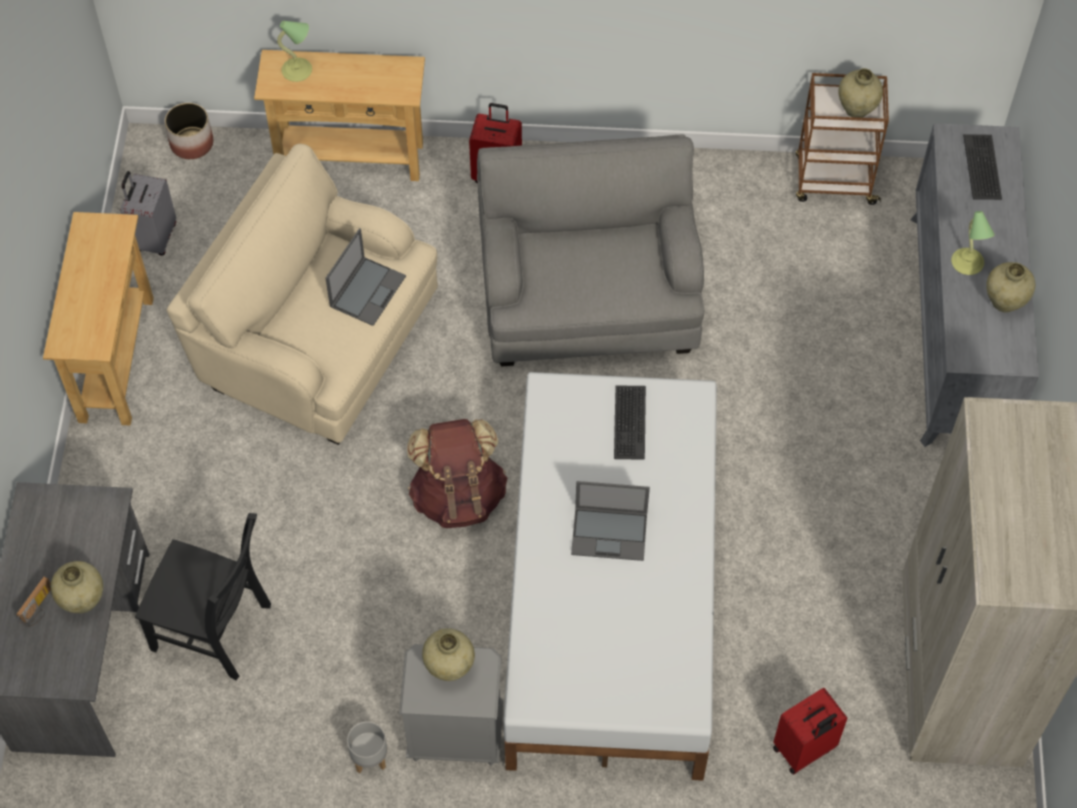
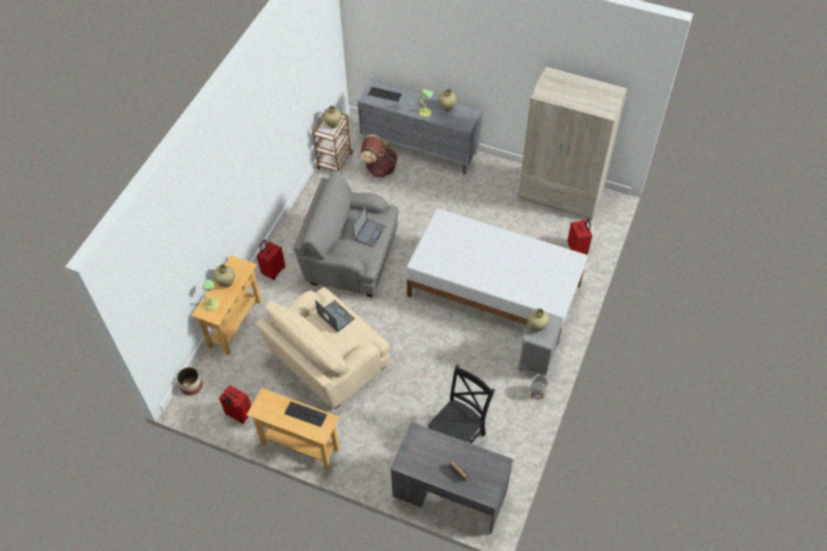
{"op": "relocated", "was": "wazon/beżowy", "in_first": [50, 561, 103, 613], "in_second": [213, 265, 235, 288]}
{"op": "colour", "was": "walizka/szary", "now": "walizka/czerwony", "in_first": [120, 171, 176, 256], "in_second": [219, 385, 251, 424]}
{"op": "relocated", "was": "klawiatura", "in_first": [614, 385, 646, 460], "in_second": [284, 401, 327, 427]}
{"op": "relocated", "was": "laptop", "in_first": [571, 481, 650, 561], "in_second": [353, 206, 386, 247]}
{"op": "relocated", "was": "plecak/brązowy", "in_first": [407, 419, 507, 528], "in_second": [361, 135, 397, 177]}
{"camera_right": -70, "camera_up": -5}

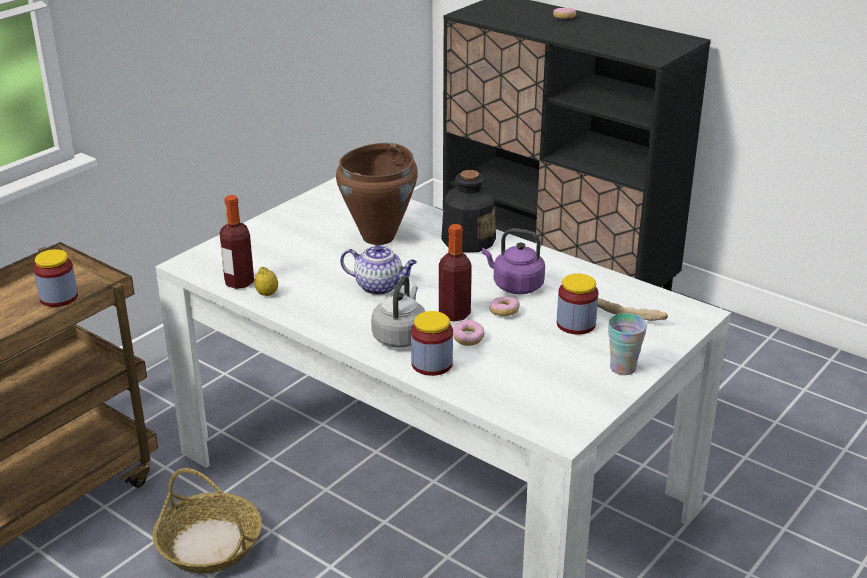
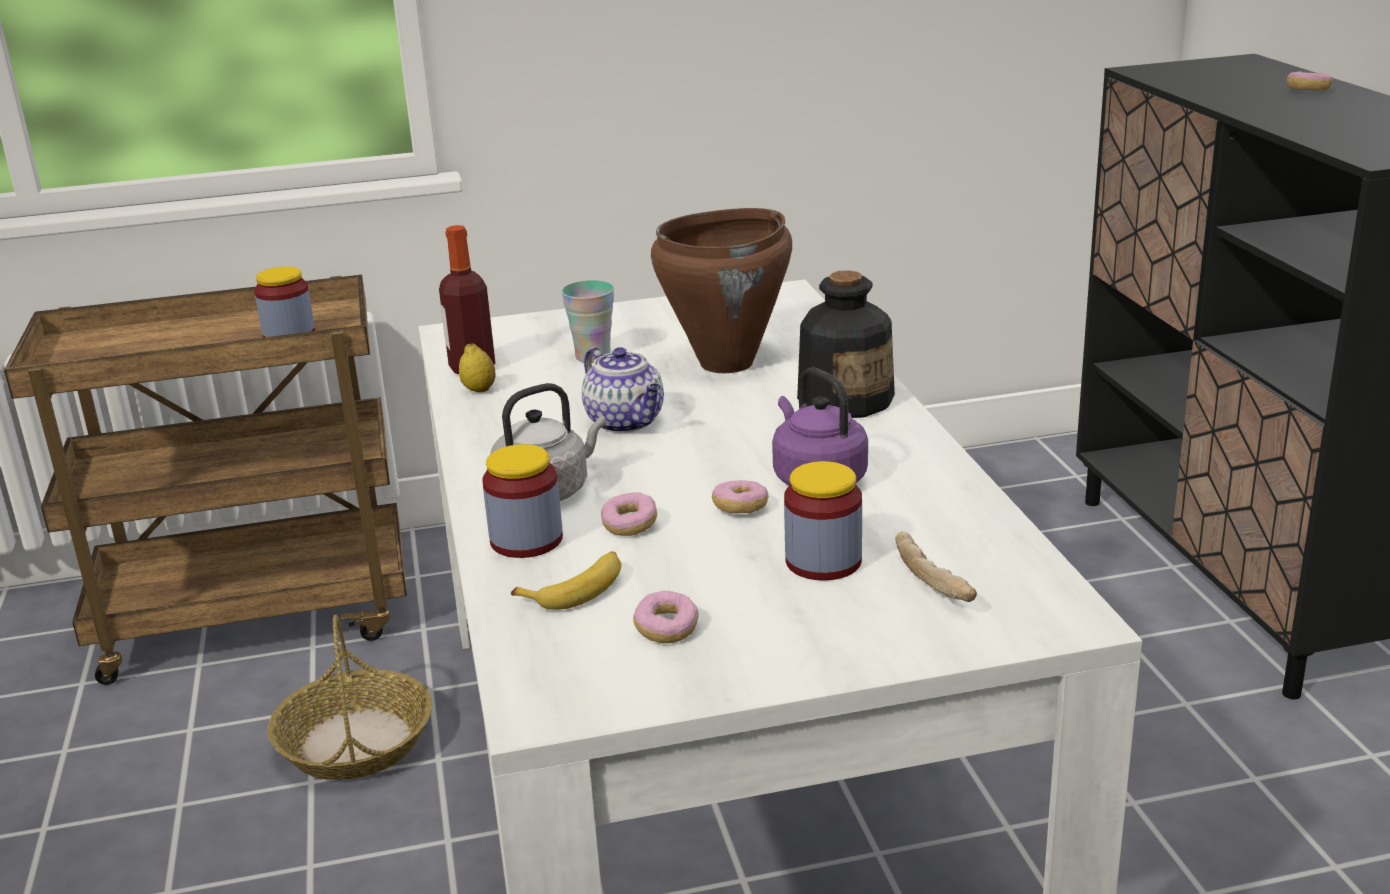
{"op": "appeared", "now": "banan", "in_second": [511, 552, 621, 610]}
{"op": "relocated", "was": "filiżanka", "in_first": [608, 313, 647, 375], "in_second": [562, 280, 614, 363]}
{"op": "appeared", "now": "donut", "in_second": [633, 591, 698, 643]}
{"op": "missing", "was": "butelka", "in_first": [439, 224, 472, 322]}
{"camera_right": 40, "camera_up": -5}

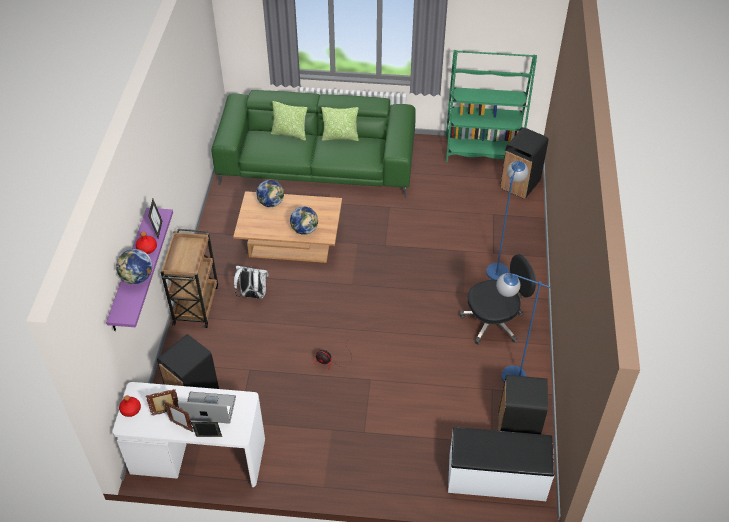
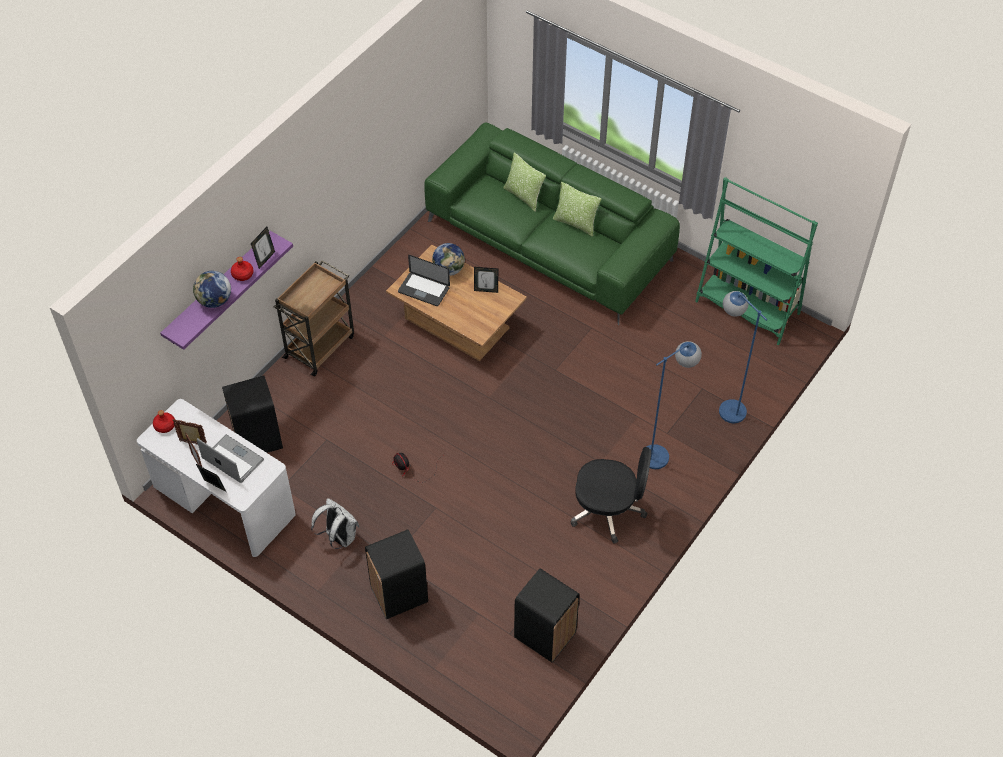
{"op": "relocated", "was": "plecak/biały", "in_first": [234, 266, 269, 299], "in_second": [311, 498, 359, 549]}
{"op": "relocated", "was": "kosz na śmieci/czarny", "in_first": [500, 127, 548, 199], "in_second": [365, 529, 428, 619]}
{"op": "appeared", "now": "laptop", "in_second": [398, 255, 450, 306]}
{"op": "appeared", "now": "ramka na zdjęcie", "in_second": [474, 267, 498, 293]}
{"op": "relocated", "was": "lampa stojąca/niebieski", "in_first": [496, 273, 550, 383], "in_second": [719, 291, 767, 423]}
{"op": "missing", "was": "globus", "in_first": [290, 206, 318, 235]}
{"op": "missing", "was": "ławka/biały", "in_first": [448, 427, 554, 501]}
{"camera_right": 30, "camera_up": 5}

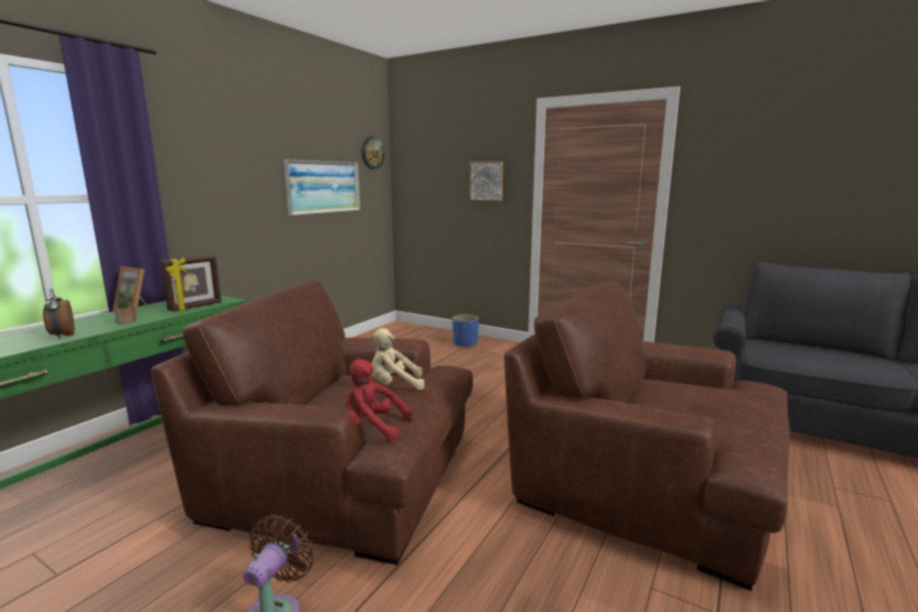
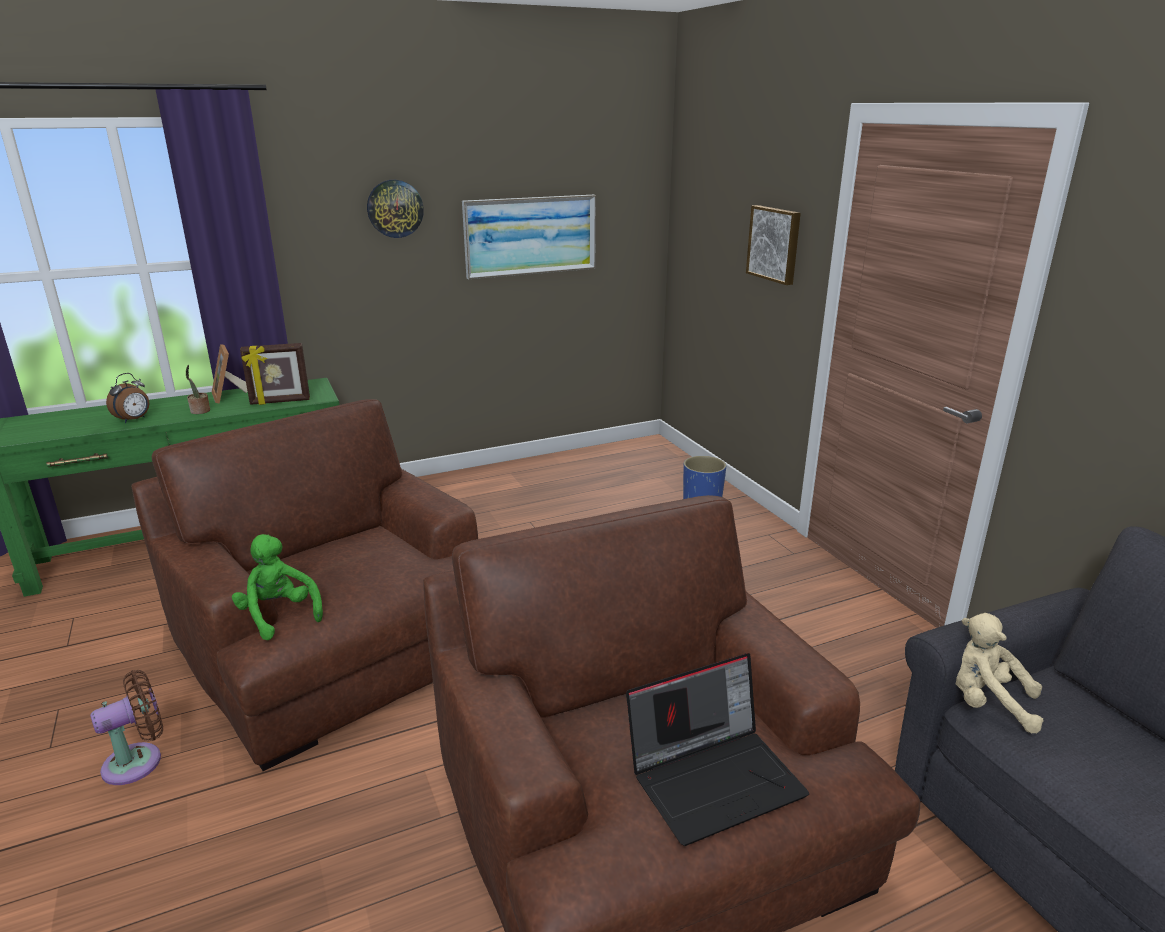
{"op": "spun", "was": "budzik", "in_first": [43, 289, 75, 339], "in_second": [106, 373, 149, 423], "clockwise": -150}
{"op": "colour", "was": "pluszak/czerwony", "now": "pluszak/zielony", "in_first": [346, 359, 413, 441], "in_second": [232, 534, 323, 640]}
{"op": "relocated", "was": "zegar ścienny", "in_first": [362, 136, 384, 169], "in_second": [367, 180, 424, 238]}
{"op": "appeared", "now": "laptop", "in_second": [626, 653, 809, 846]}
{"op": "relocated", "was": "pluszak/beżowy", "in_first": [369, 328, 425, 390], "in_second": [956, 613, 1043, 733]}
{"camera_right": 35, "camera_up": 10}

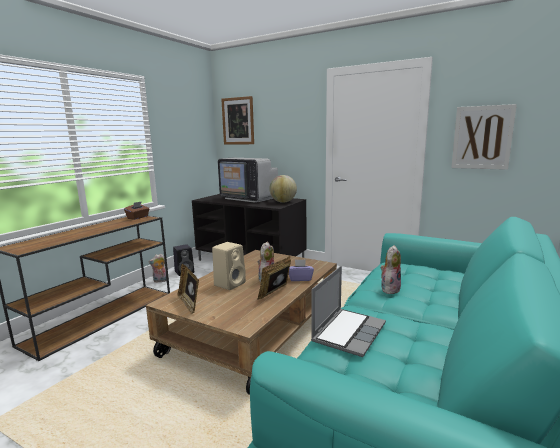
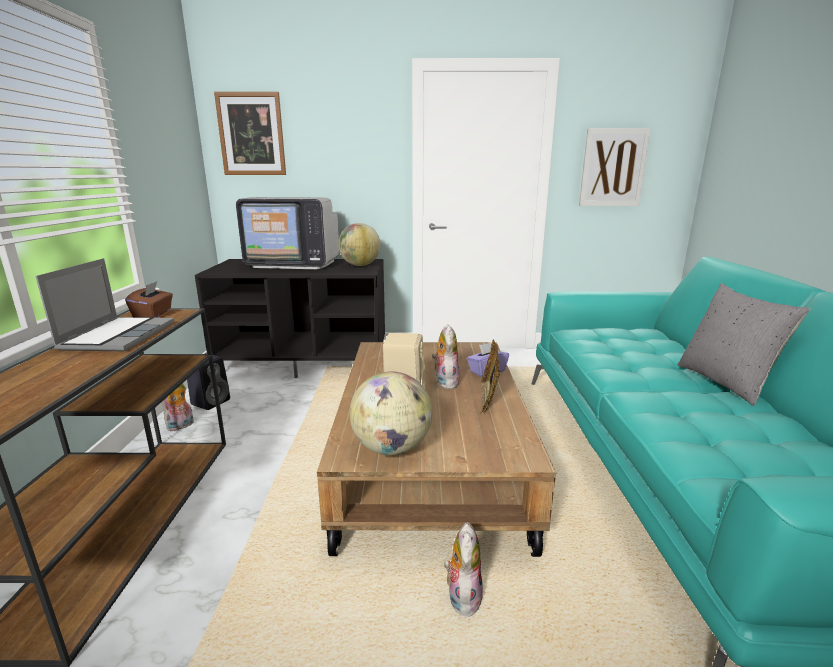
{"op": "relocated", "was": "laptop", "in_first": [311, 266, 386, 357], "in_second": [35, 258, 174, 351]}
{"op": "exchanged", "was": "ramka na zdjęcie", "now": "globus", "in_first": [177, 264, 199, 315], "in_second": [349, 371, 432, 455]}
{"op": "relocated", "was": "pluszak", "in_first": [380, 245, 401, 294], "in_second": [444, 522, 483, 618]}
{"op": "appeared", "now": "poduszka/szary", "in_second": [678, 283, 811, 406]}
{"camera_right": -30, "camera_up": 5}

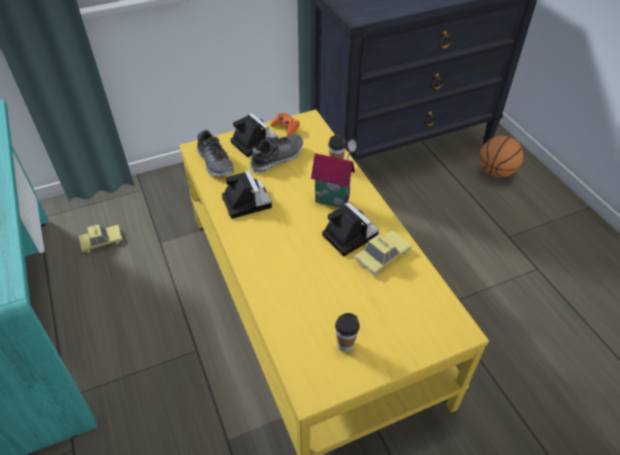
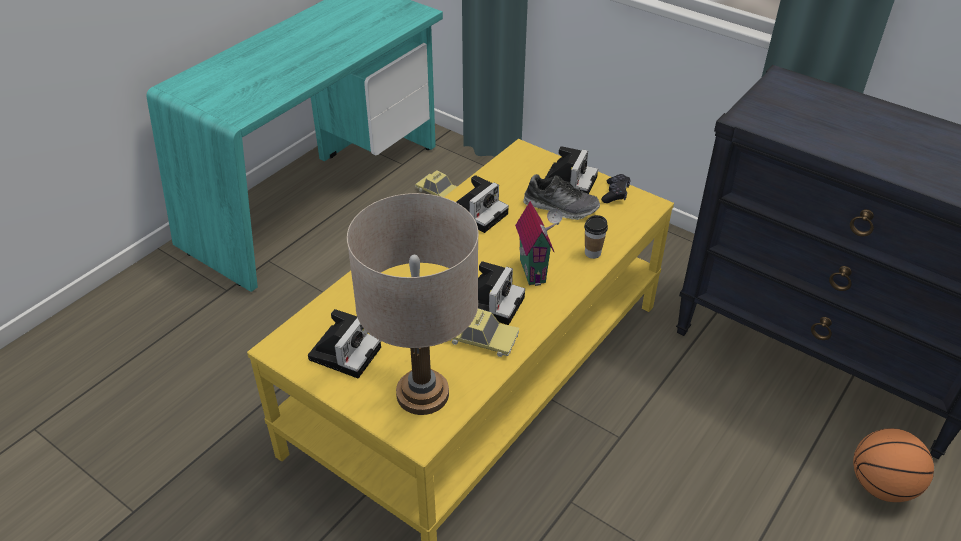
{"op": "exchanged", "was": "filiżanka", "now": "aparat fotograficzny", "in_first": [335, 313, 360, 352], "in_second": [308, 309, 381, 378]}
{"op": "appeared", "now": "lampa stołowa/beżowy", "in_second": [347, 193, 479, 415]}
{"op": "colour", "was": "pad do gier/pomarańczowy", "now": "pad do gier/czarny", "in_first": [271, 112, 299, 136], "in_second": [601, 174, 630, 203]}
{"op": "missing", "was": "but", "in_first": [197, 130, 234, 177]}
{"camera_right": 60, "camera_up": -5}

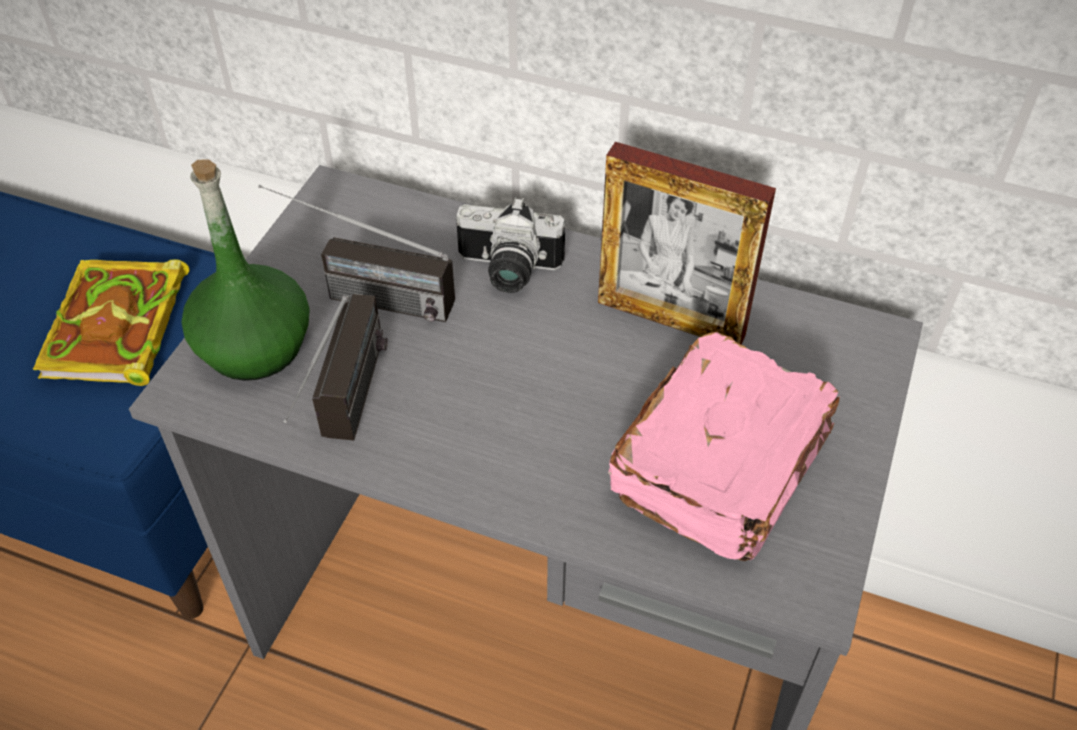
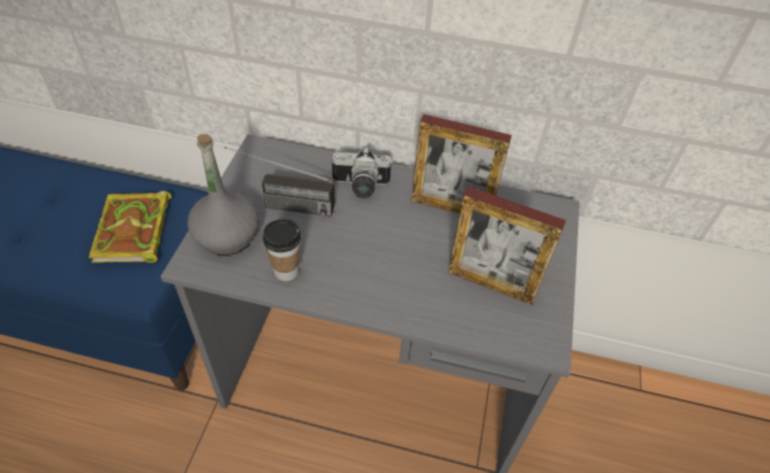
{"op": "colour", "was": "butelka/zielony", "now": "butelka/szary", "in_first": [182, 160, 309, 381], "in_second": [188, 134, 259, 256]}
{"op": "exchanged", "was": "radio", "now": "filiżanka", "in_first": [283, 294, 388, 440], "in_second": [263, 219, 301, 281]}
{"op": "exchanged", "was": "książka/różowy", "now": "ramka na zdjęcie", "in_first": [608, 332, 840, 561], "in_second": [448, 186, 566, 305]}
{"camera_right": -10, "camera_up": 0}

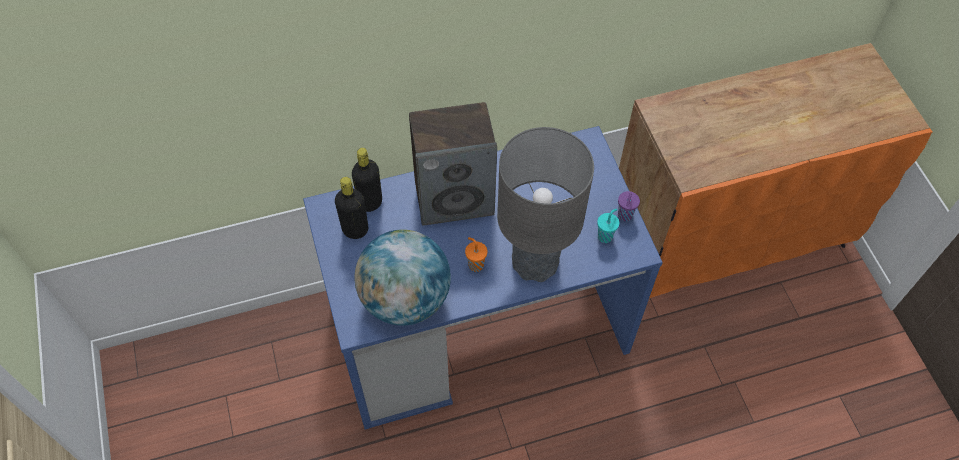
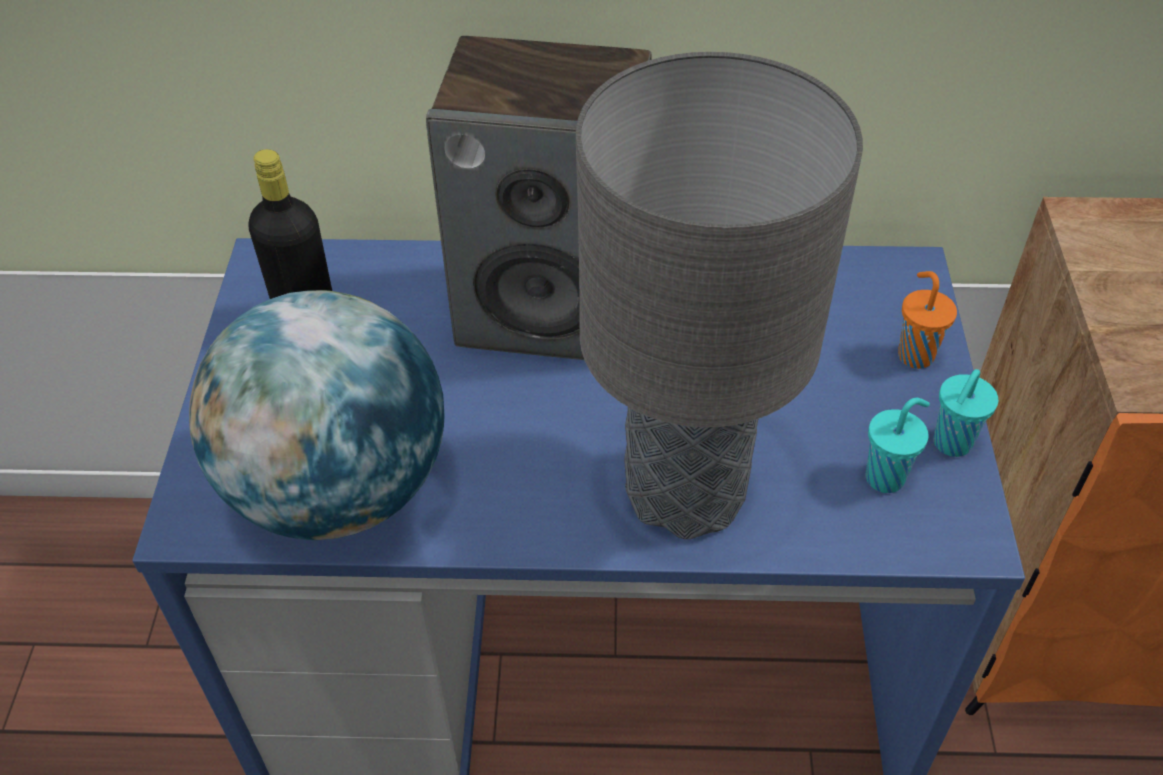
{"op": "relocated", "was": "filiżanka/pomarańczowy", "in_first": [465, 237, 487, 272], "in_second": [898, 271, 957, 369]}
{"op": "colour", "was": "filiżanka/fioletowy", "now": "filiżanka/turkusowy", "in_first": [618, 191, 640, 221], "in_second": [934, 369, 998, 457]}
{"op": "missing", "was": "butelka/czarny", "in_first": [352, 148, 382, 212]}
{"camera_right": 20, "camera_up": -10}

